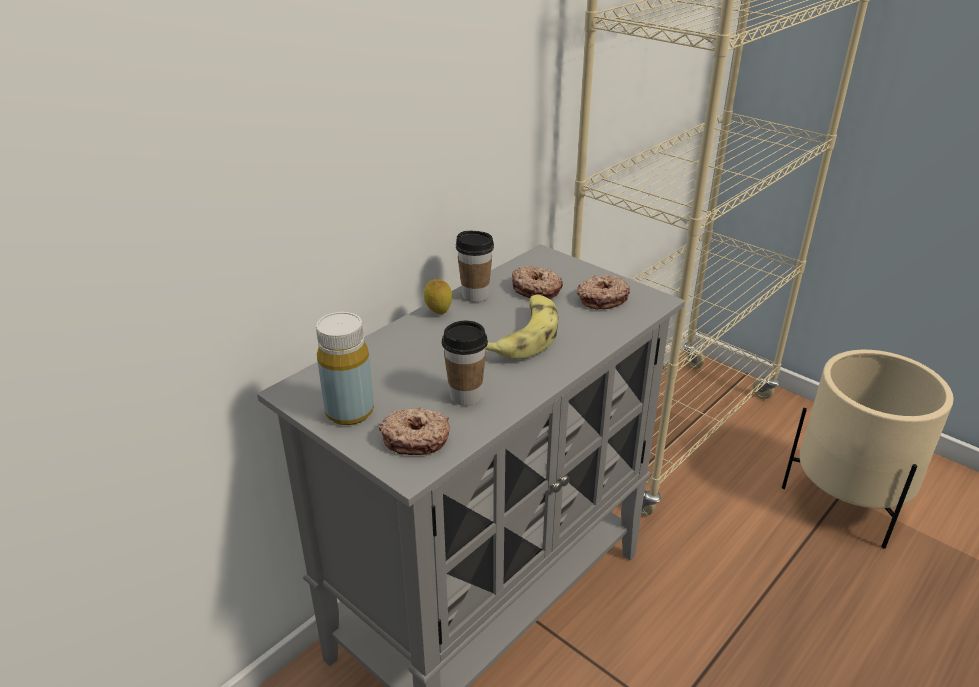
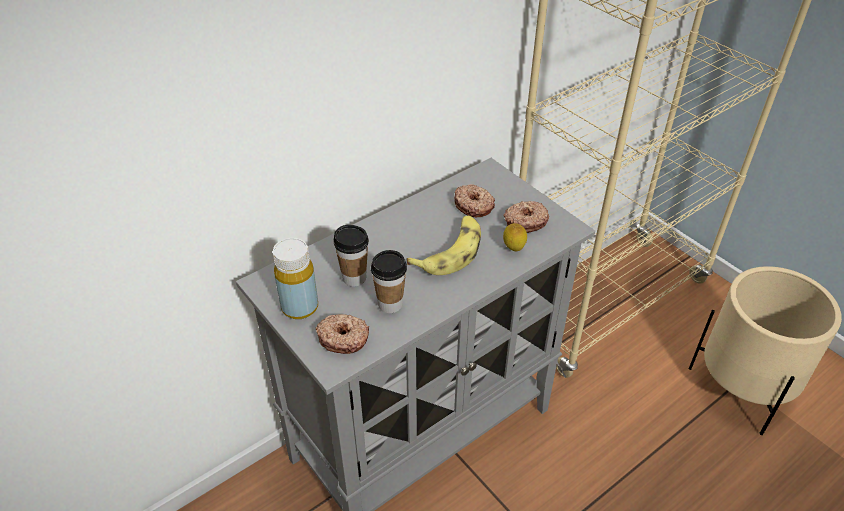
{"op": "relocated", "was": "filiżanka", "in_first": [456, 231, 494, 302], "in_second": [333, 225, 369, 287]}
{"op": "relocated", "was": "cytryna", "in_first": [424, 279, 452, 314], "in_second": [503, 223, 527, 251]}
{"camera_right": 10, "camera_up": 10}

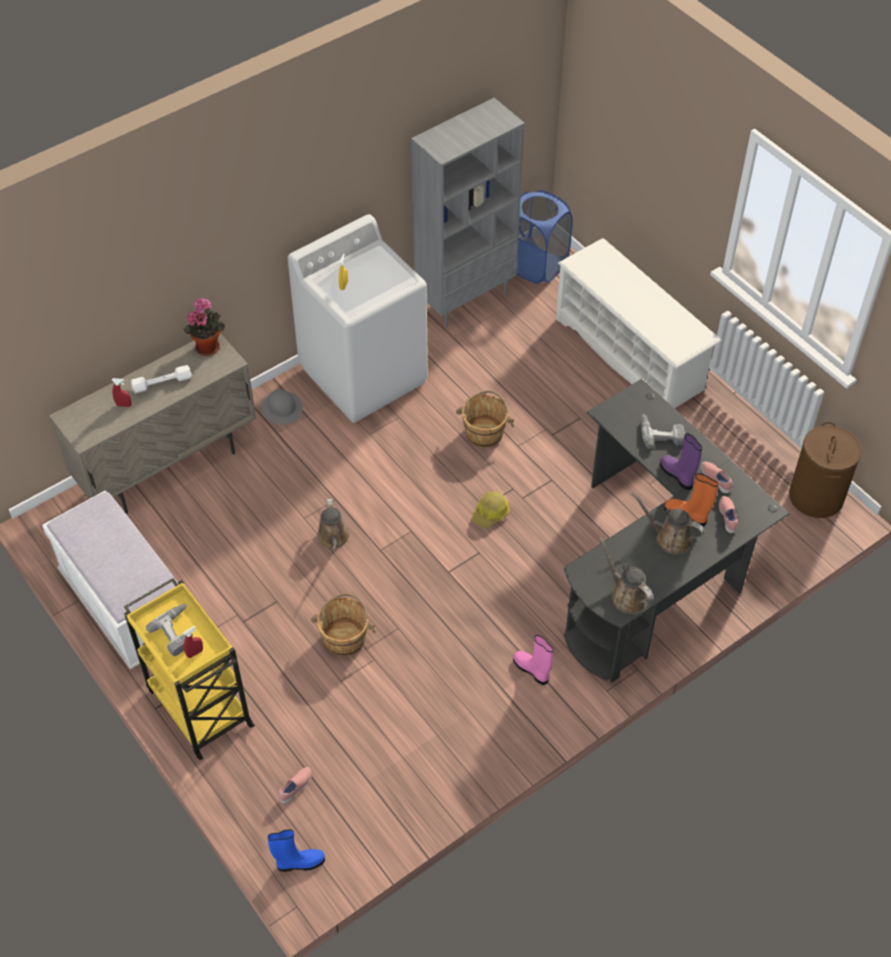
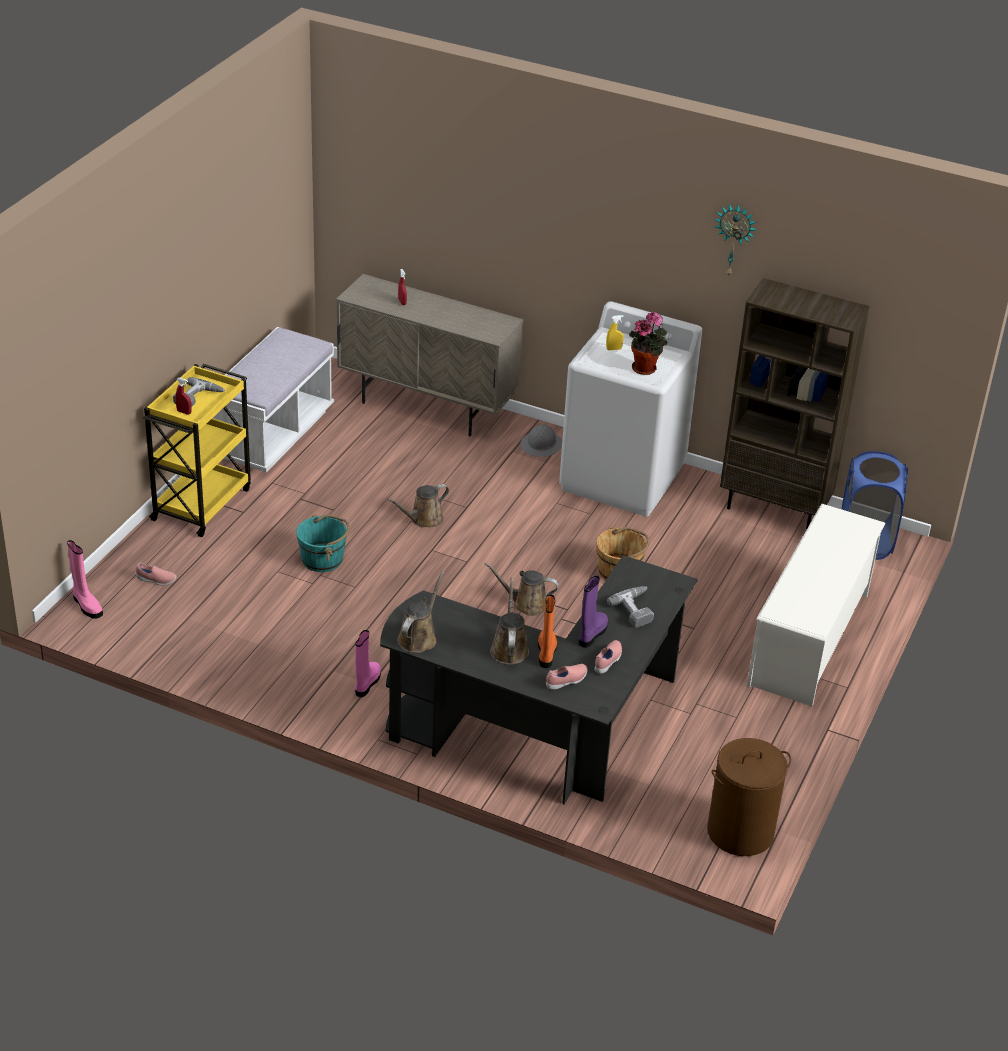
{"op": "colour", "was": "but z cholewką/niebieski", "now": "but z cholewką/różowy", "in_first": [268, 829, 325, 872], "in_second": [67, 540, 103, 619]}
{"op": "colour", "was": "wiadro/brązowy", "now": "wiadro/turkusowy", "in_first": [311, 593, 376, 656], "in_second": [296, 515, 350, 572]}
{"op": "exchanged", "was": "kask", "now": "konewka/brązowy", "in_first": [472, 491, 510, 528], "in_second": [485, 563, 559, 616]}
{"op": "relocated", "was": "roślina doniczkowa", "in_first": [183, 298, 225, 356], "in_second": [629, 312, 667, 375]}
{"op": "appeared", "now": "zegar ścienny", "in_second": [714, 204, 757, 277]}
{"op": "colour", "was": "regał/szary", "now": "regał/brązowy", "in_first": [411, 98, 524, 327], "in_second": [720, 278, 870, 530]}
{"op": "missing", "was": "hantel/biały", "in_first": [131, 365, 191, 394]}
{"camera_right": 60, "camera_up": -15}

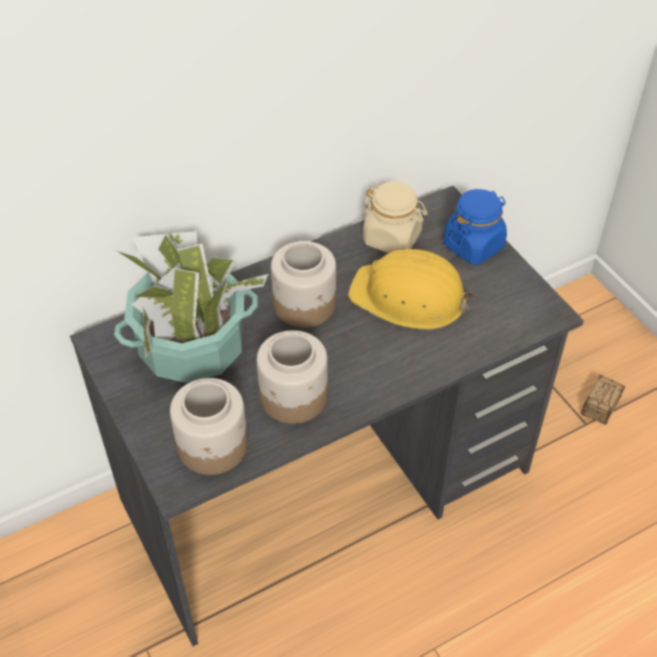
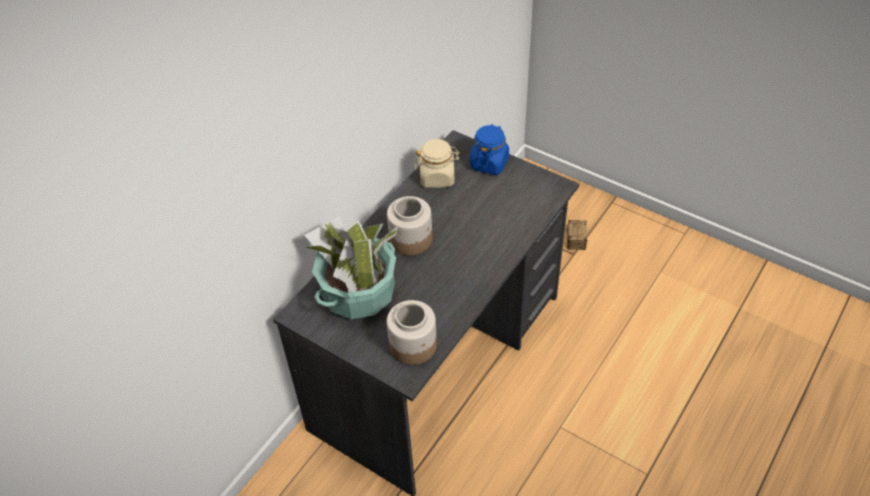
{"op": "missing", "was": "słoik", "in_first": [257, 330, 328, 424]}
{"op": "missing", "was": "kask/żółty", "in_first": [348, 249, 476, 330]}
{"camera_right": -25, "camera_up": 0}

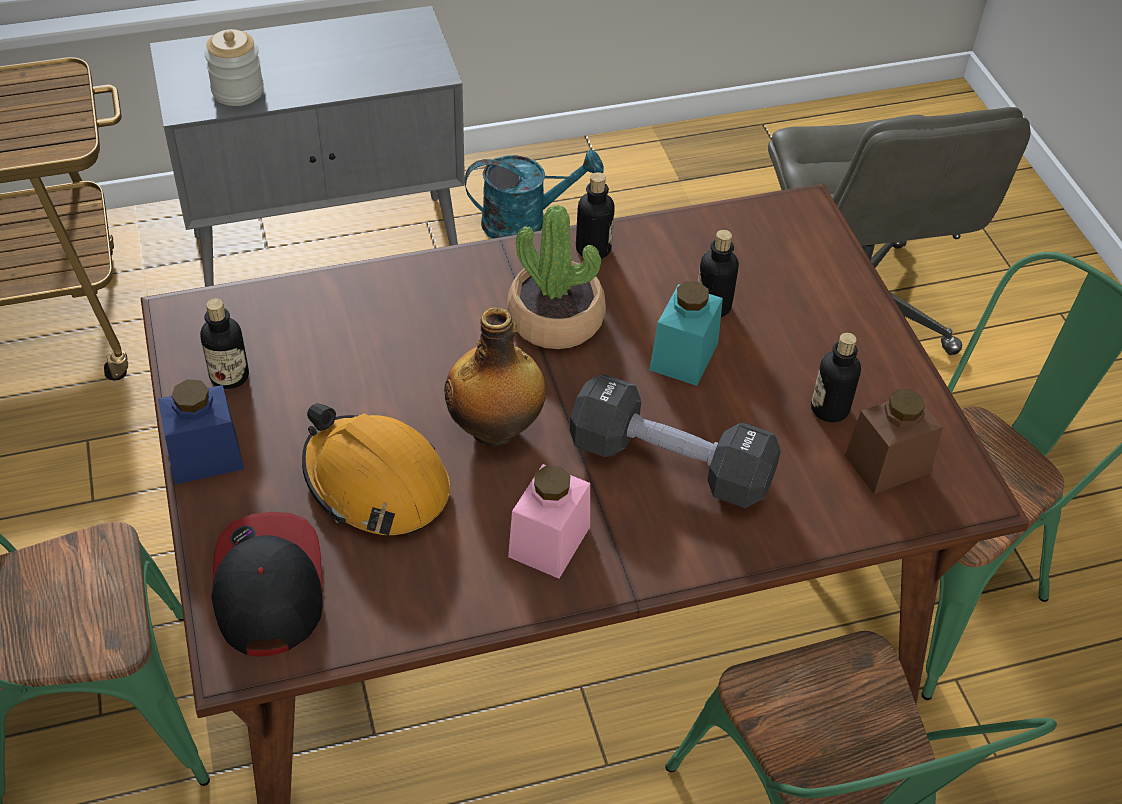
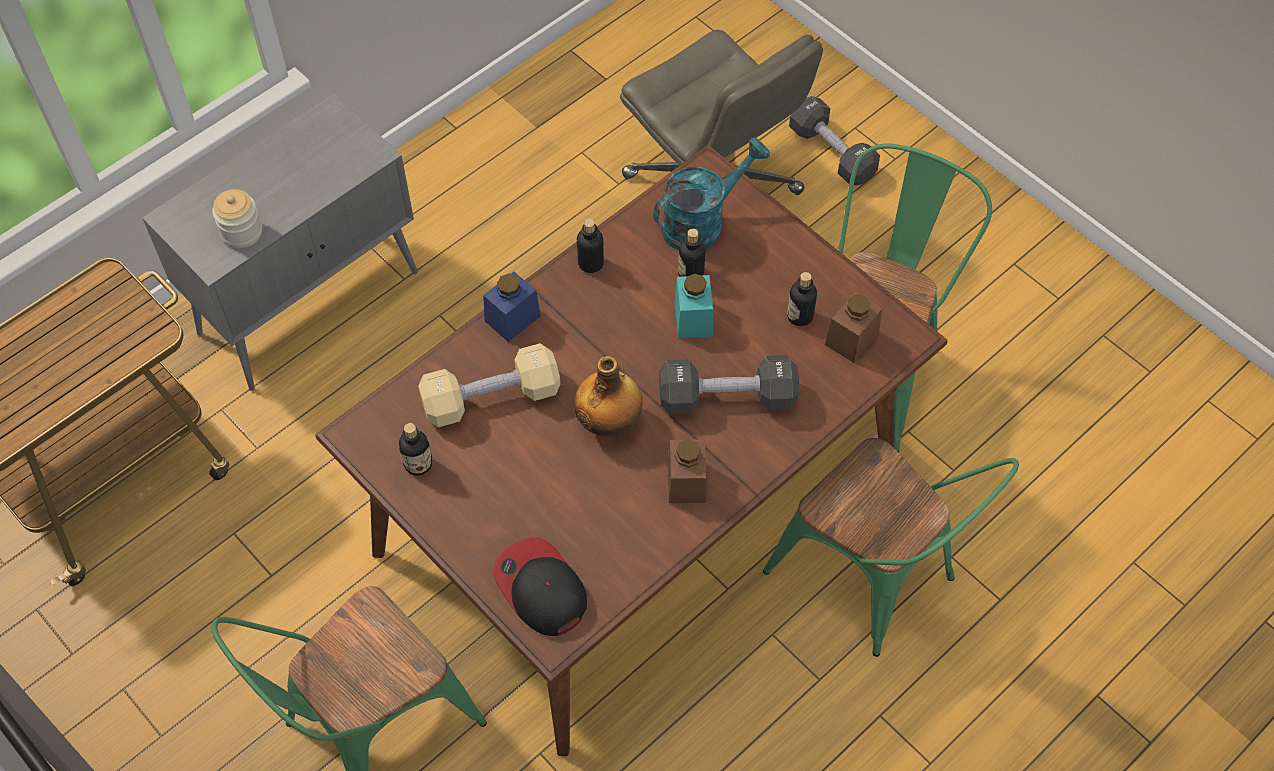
{"op": "appeared", "now": "hantel/beżowy", "in_second": [418, 343, 560, 427]}
{"op": "relocated", "was": "słoik/niebieski", "in_first": [158, 379, 244, 485], "in_second": [483, 272, 541, 342]}
{"op": "relocated", "was": "konewka/turkusowy", "in_first": [465, 150, 604, 238], "in_second": [653, 138, 770, 251]}
{"op": "colour", "was": "słoik/różowy", "now": "słoik/brązowy", "in_first": [508, 464, 590, 579], "in_second": [668, 439, 706, 503]}
{"op": "appeared", "now": "hantel/czarny", "in_second": [789, 96, 880, 185]}
{"op": "missing", "was": "kask/pomarańczowy", "in_first": [302, 403, 450, 536]}
{"op": "missing", "was": "roślina doniczkowa", "in_first": [507, 205, 606, 349]}
{"camera_right": -25, "camera_up": 10}

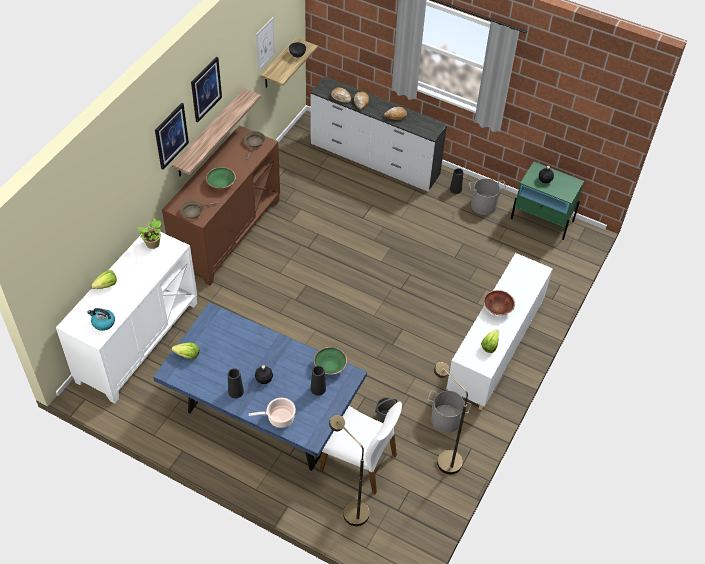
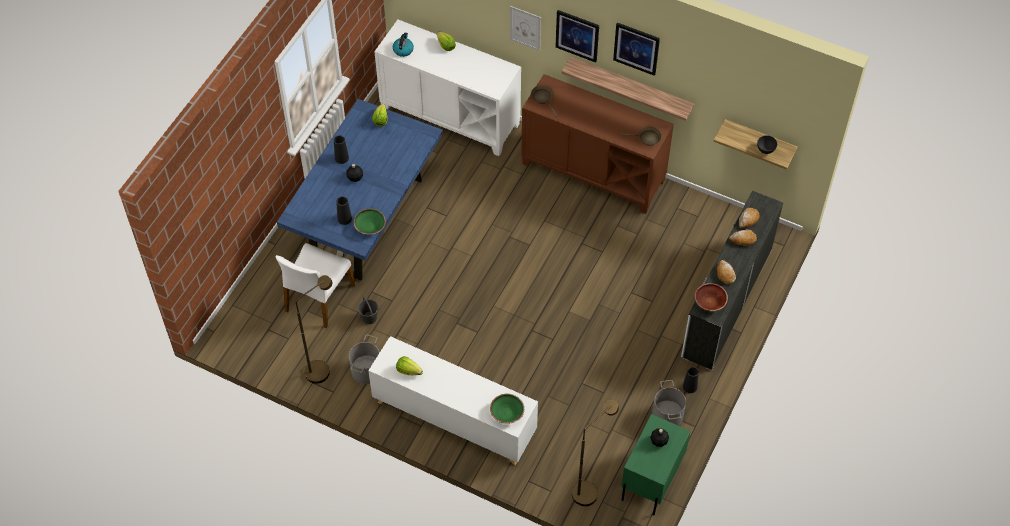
{"op": "relocated", "was": "miska/zielony", "in_first": [206, 167, 236, 189], "in_second": [490, 394, 524, 424]}
{"op": "relocated", "was": "obraz", "in_first": [256, 17, 275, 71], "in_second": [510, 6, 541, 51]}
{"op": "relocated", "was": "lampa stojąca/brązowy", "in_first": [329, 415, 369, 526], "in_second": [572, 400, 619, 506]}
{"op": "relocated", "was": "miska/brązowy", "in_first": [483, 290, 515, 315], "in_second": [695, 283, 728, 311]}
{"op": "missing", "was": "roślina doniczkowa", "in_first": [138, 218, 161, 249]}
{"op": "missing", "was": "garnek", "in_first": [249, 398, 296, 428]}
{"camera_right": 90, "camera_up": 5}

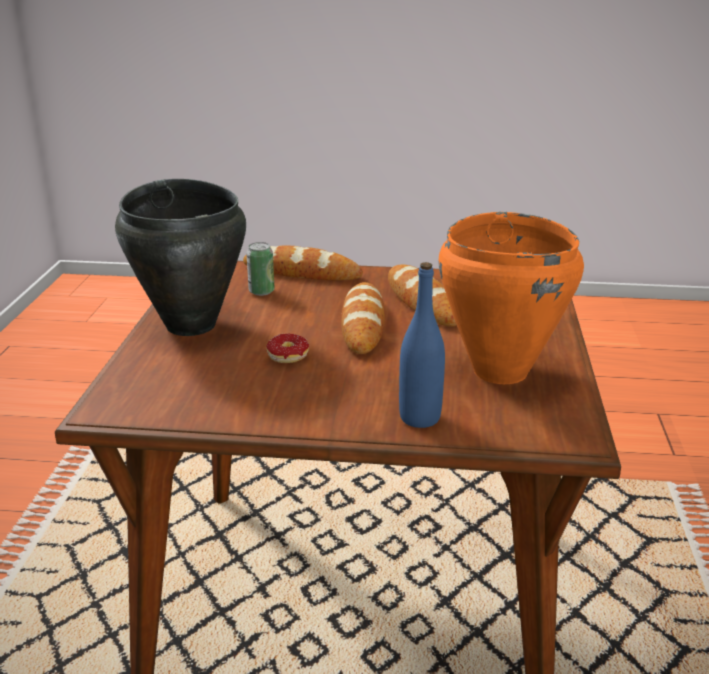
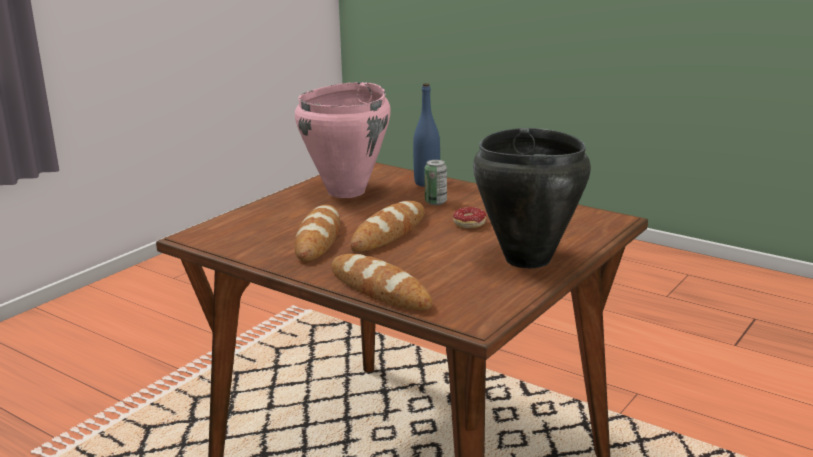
{"op": "colour", "was": "garnek/pomarańczowy", "now": "garnek/różowy", "in_first": [438, 212, 584, 384], "in_second": [295, 82, 390, 198]}
{"op": "relocated", "was": "puszka", "in_first": [246, 242, 275, 296], "in_second": [424, 160, 447, 205]}
{"camera_right": -150, "camera_up": -5}

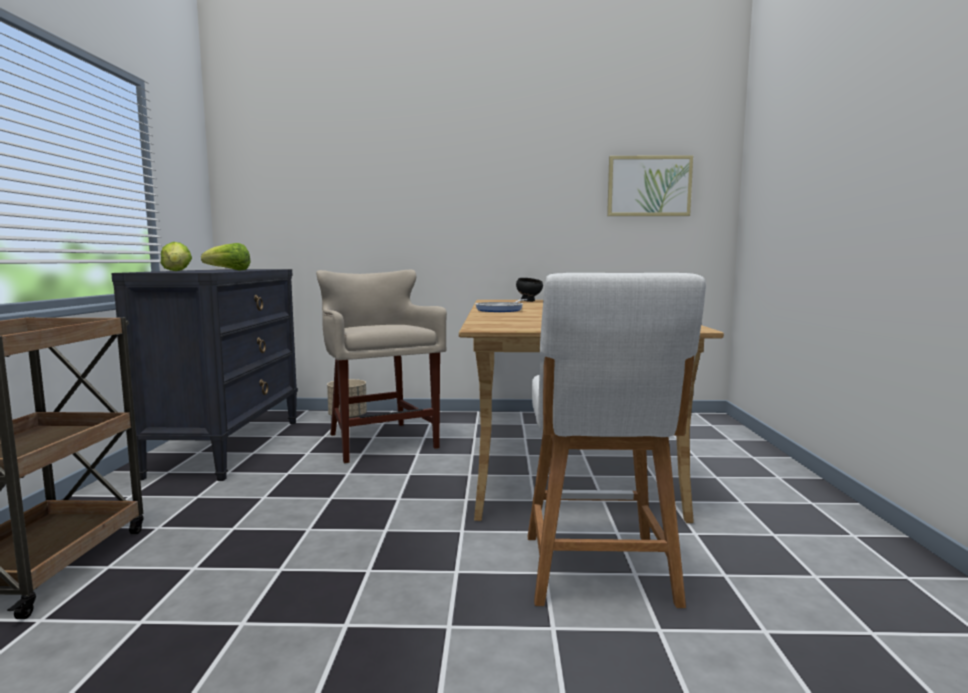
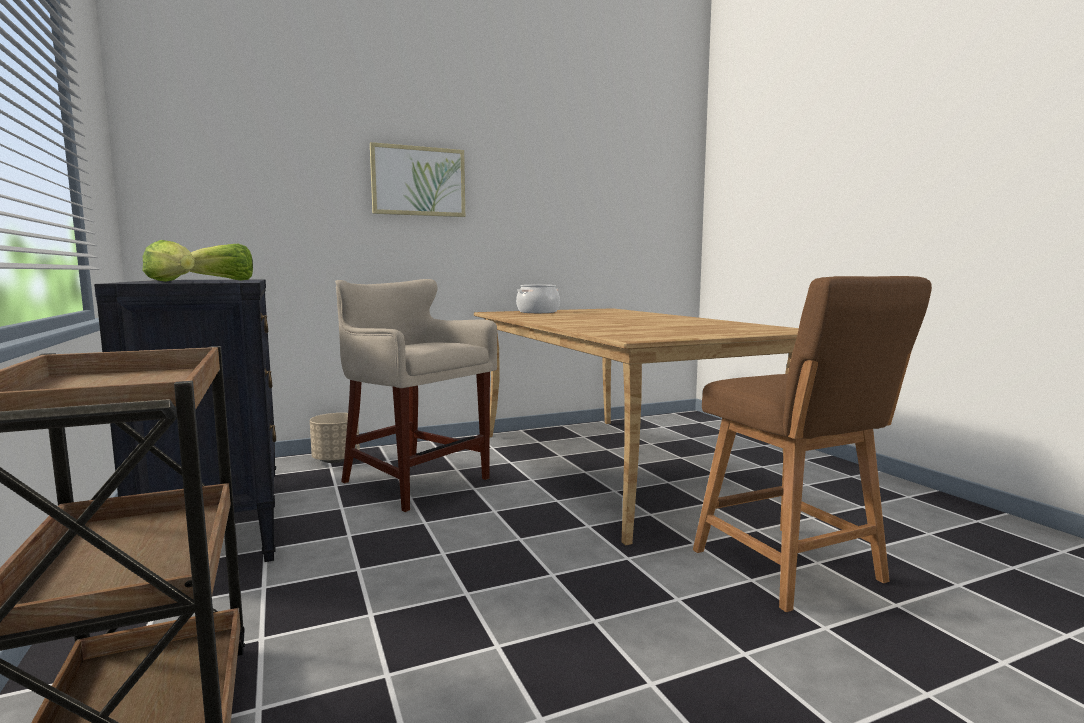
{"op": "relocated", "was": "obraz", "in_first": [607, 155, 693, 216], "in_second": [370, 142, 465, 217]}
{"op": "exchanged", "was": "miska/czarny", "now": "garnek", "in_first": [516, 278, 543, 302], "in_second": [516, 285, 560, 313]}
{"op": "colour", "was": "stołek/biały", "now": "stołek/brązowy", "in_first": [527, 273, 706, 608], "in_second": [693, 276, 932, 612]}
{"op": "missing", "was": "patelnia", "in_first": [475, 299, 527, 312]}
{"camera_right": -25, "camera_up": 0}

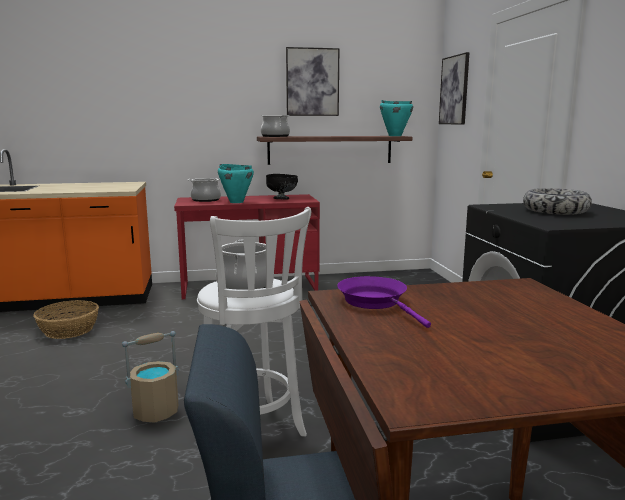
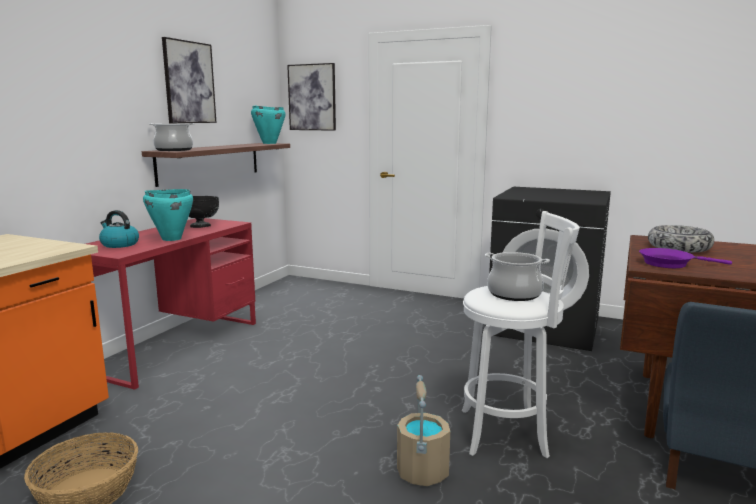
{"op": "exchanged", "was": "garnek", "now": "czajnik", "in_first": [187, 178, 221, 202], "in_second": [99, 210, 139, 248]}
{"op": "relocated", "was": "miska", "in_first": [523, 188, 592, 215], "in_second": [648, 225, 714, 253]}
{"camera_right": -55, "camera_up": 0}

